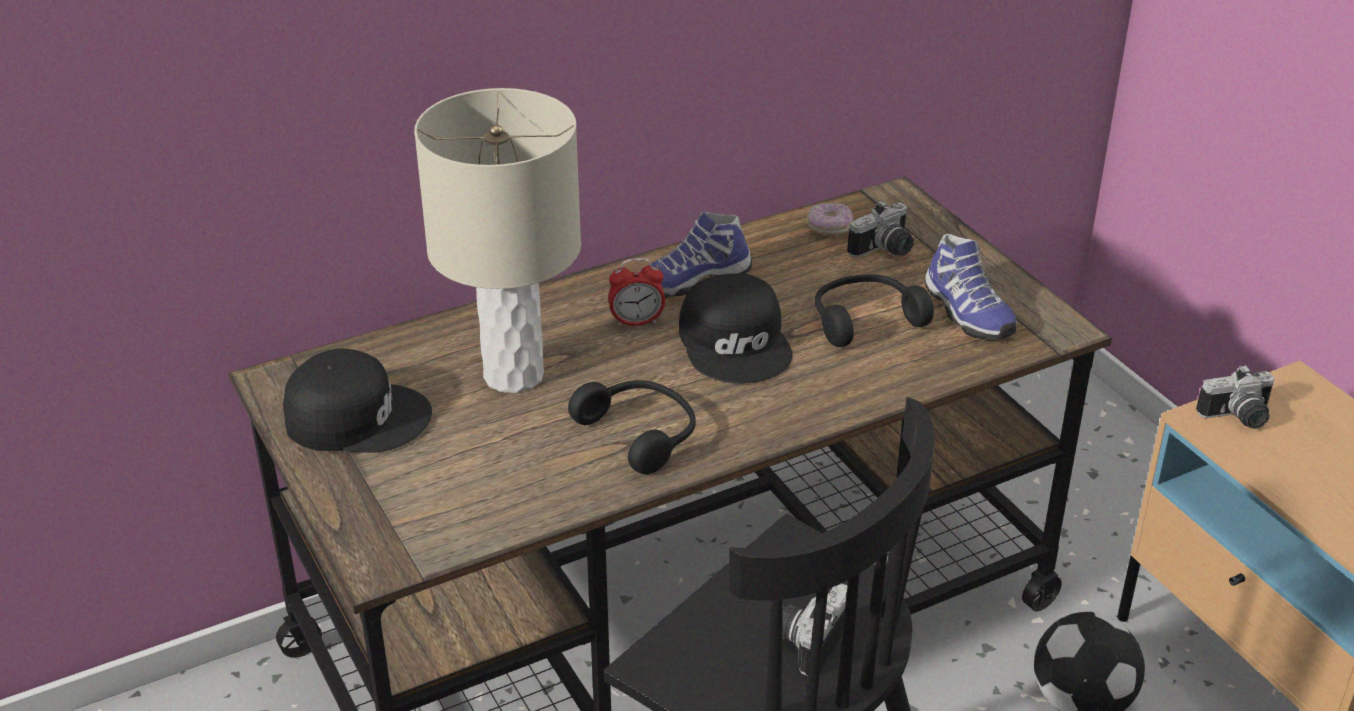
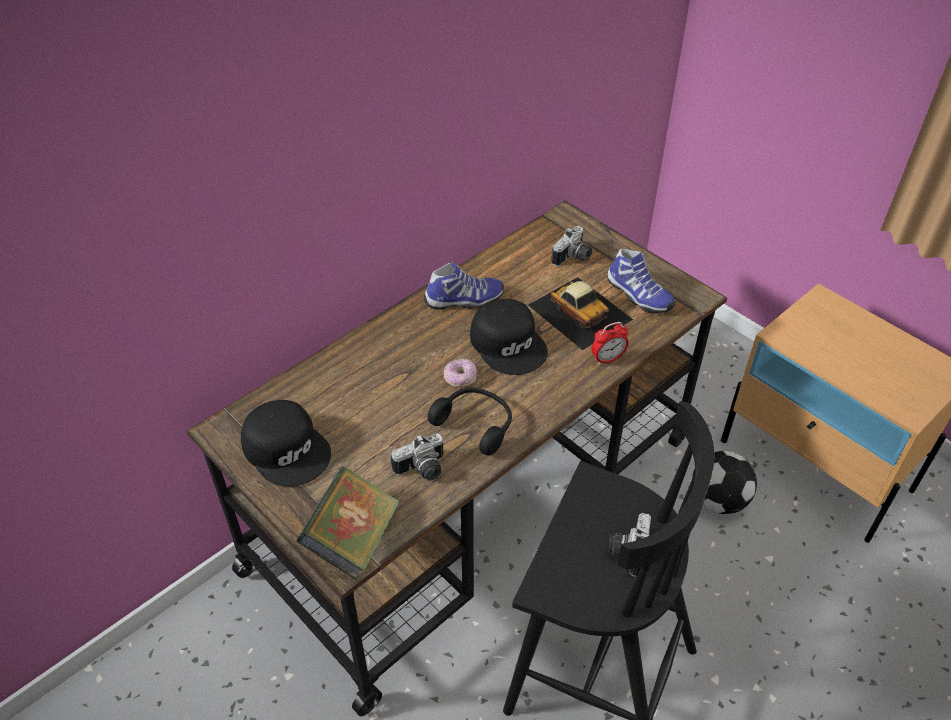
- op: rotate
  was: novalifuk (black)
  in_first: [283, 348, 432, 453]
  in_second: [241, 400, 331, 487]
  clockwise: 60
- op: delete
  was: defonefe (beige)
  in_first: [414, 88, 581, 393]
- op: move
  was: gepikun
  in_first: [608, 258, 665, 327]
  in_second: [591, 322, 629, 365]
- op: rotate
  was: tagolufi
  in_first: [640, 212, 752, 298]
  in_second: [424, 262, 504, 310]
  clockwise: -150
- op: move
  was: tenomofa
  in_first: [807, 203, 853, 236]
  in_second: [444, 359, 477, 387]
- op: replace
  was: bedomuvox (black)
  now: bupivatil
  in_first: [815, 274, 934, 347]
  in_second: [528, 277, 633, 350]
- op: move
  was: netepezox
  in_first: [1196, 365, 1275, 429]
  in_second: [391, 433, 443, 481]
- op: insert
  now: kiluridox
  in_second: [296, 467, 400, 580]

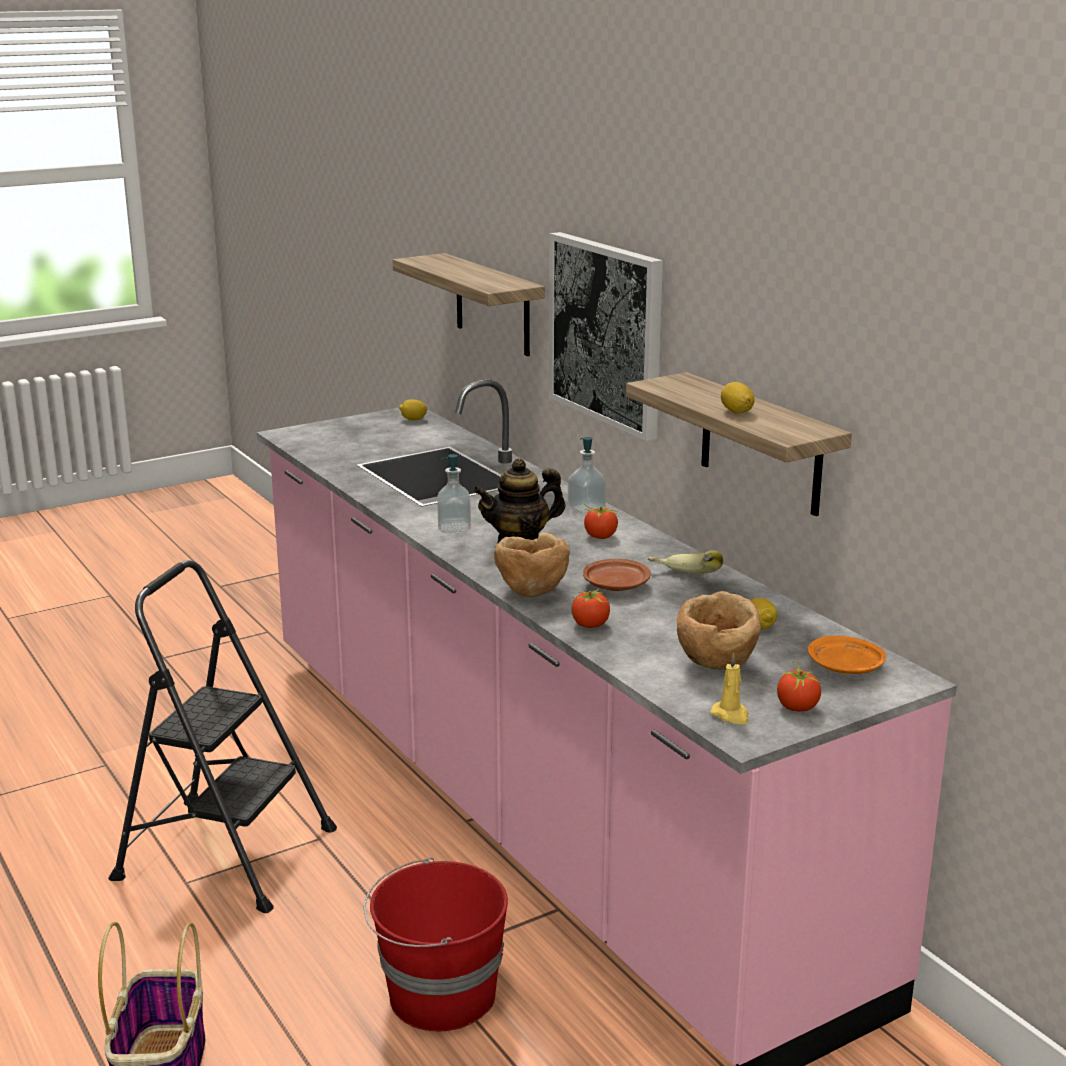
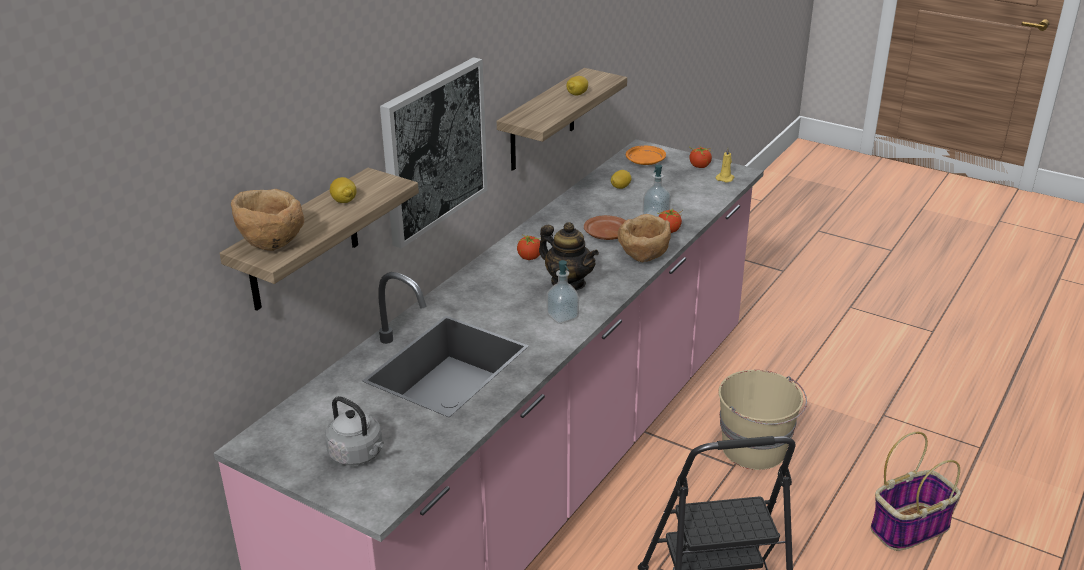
- op: recolor
  was: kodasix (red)
  now: kodasix (beige)
  in_first: [364, 857, 508, 1031]
  in_second: [719, 370, 807, 470]
- op: move
  was: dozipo
  in_first: [399, 399, 427, 420]
  in_second: [330, 177, 356, 203]
- op: move
  was: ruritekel
  in_first: [568, 437, 606, 513]
  in_second: [642, 165, 671, 217]
- op: delete
  was: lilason
  in_first: [648, 550, 723, 574]
- op: move
  was: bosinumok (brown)
  in_first: [677, 591, 761, 670]
  in_second: [231, 189, 304, 251]
- op: insert
  now: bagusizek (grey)
  in_second: [325, 396, 384, 466]

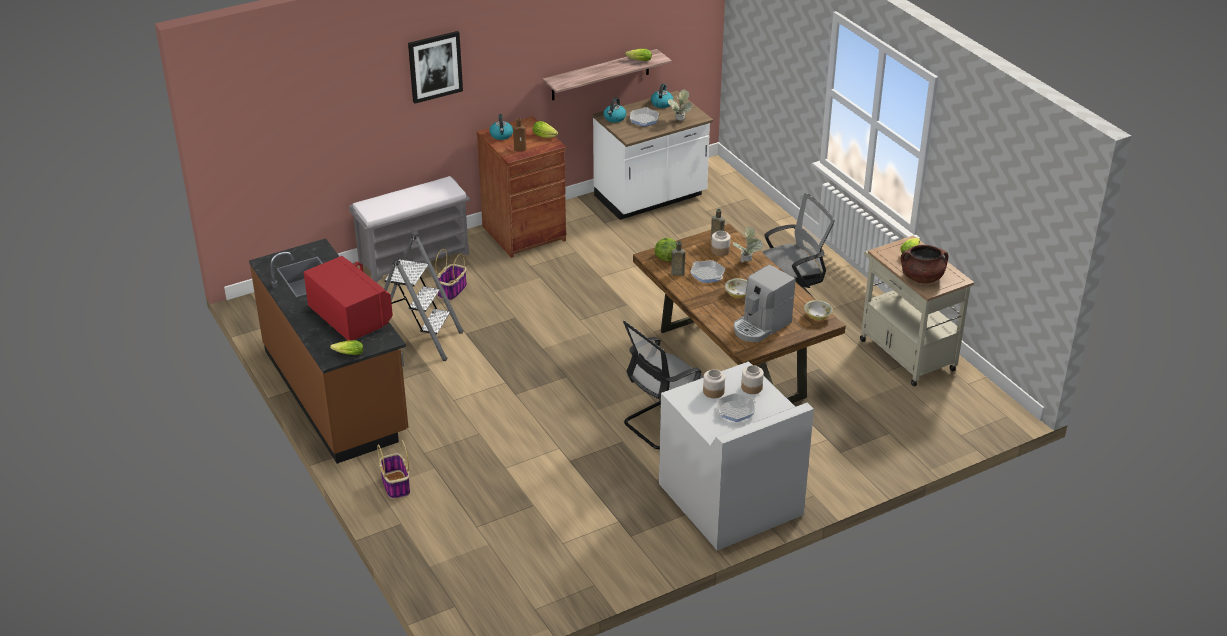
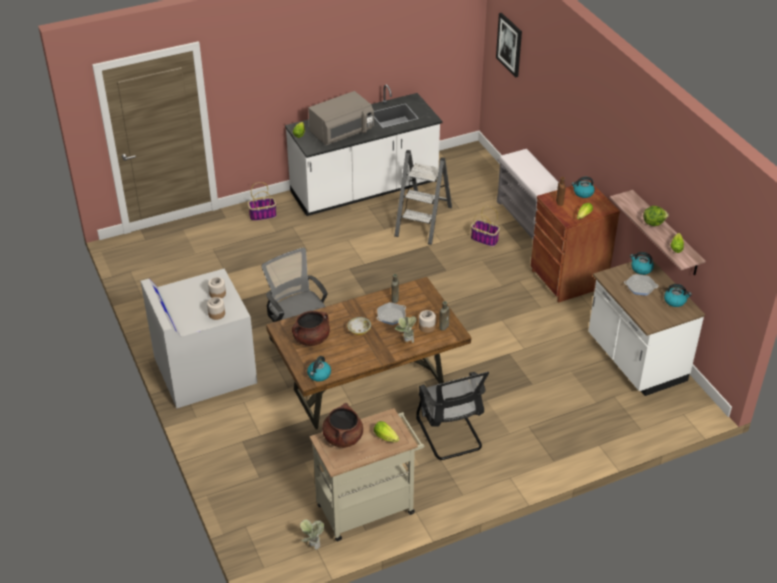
- op: recolor
  was: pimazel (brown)
  now: pimazel (white)
  in_first: [249, 238, 408, 464]
  in_second: [285, 84, 442, 216]
- op: recolor
  was: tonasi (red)
  now: tonasi (grey)
  in_first: [303, 256, 393, 341]
  in_second: [308, 91, 374, 145]
- op: move
  was: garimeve
  in_first: [408, 31, 463, 104]
  in_second: [496, 13, 522, 77]
- op: move
  was: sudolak
  in_first: [655, 238, 676, 261]
  in_second: [643, 206, 669, 226]
- op: move
  was: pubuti
  in_first: [668, 90, 692, 121]
  in_second: [300, 519, 325, 550]
- op: delete
  was: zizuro
  in_first: [716, 393, 756, 422]
- op: replace
  was: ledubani
  now: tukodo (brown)
  in_first: [734, 264, 795, 342]
  in_second: [292, 311, 330, 346]
- op: replace
  was: bosinumok
  now: bagusizek
  in_first: [804, 300, 833, 320]
  in_second: [307, 356, 331, 382]

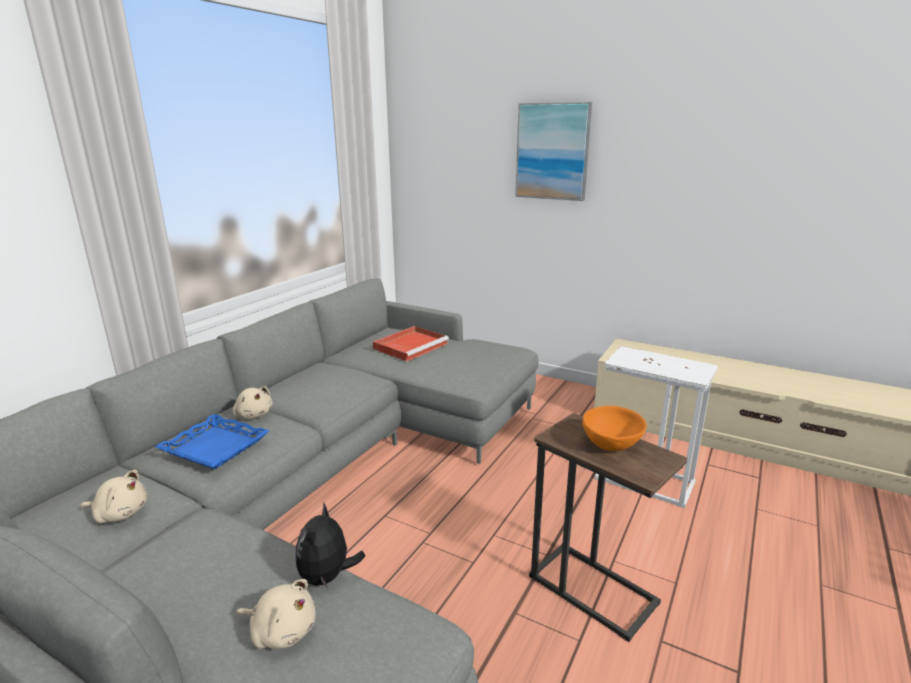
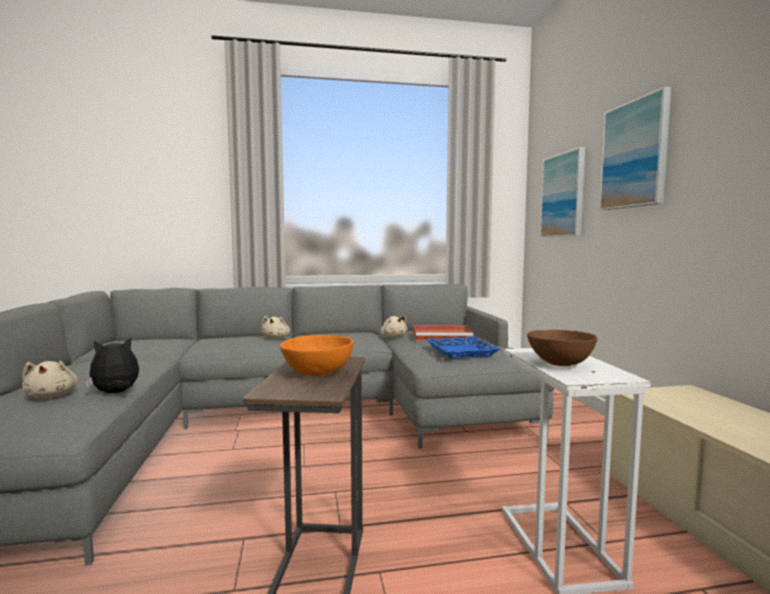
- op: move
  was: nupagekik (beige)
  in_first: [80, 470, 147, 523]
  in_second: [381, 315, 407, 338]
- op: move
  was: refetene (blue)
  in_first: [155, 414, 270, 469]
  in_second: [426, 336, 500, 358]
- op: insert
  now: bosinumok (brown)
  in_second: [527, 330, 598, 366]
- op: insert
  now: garimeve
  in_second: [540, 147, 585, 237]

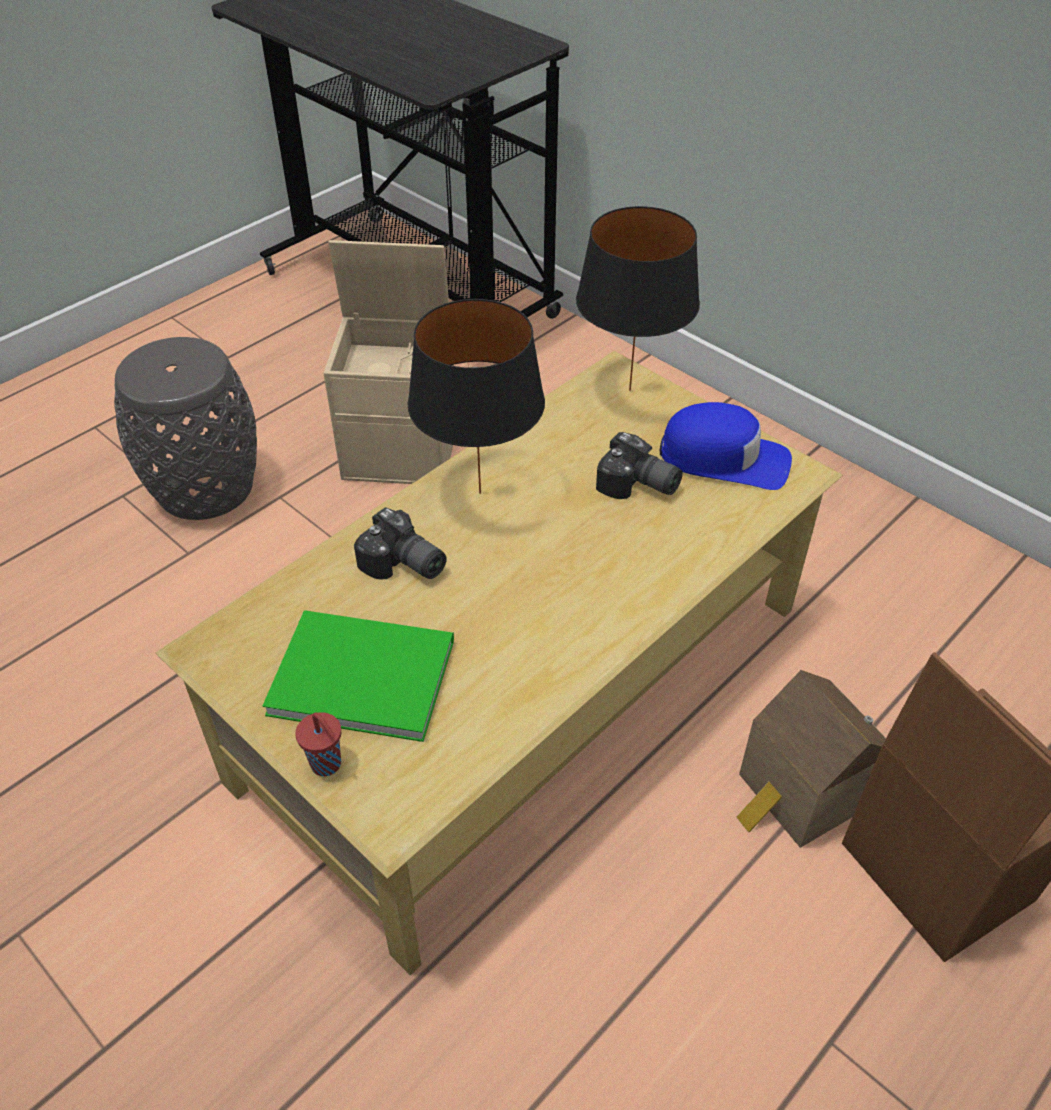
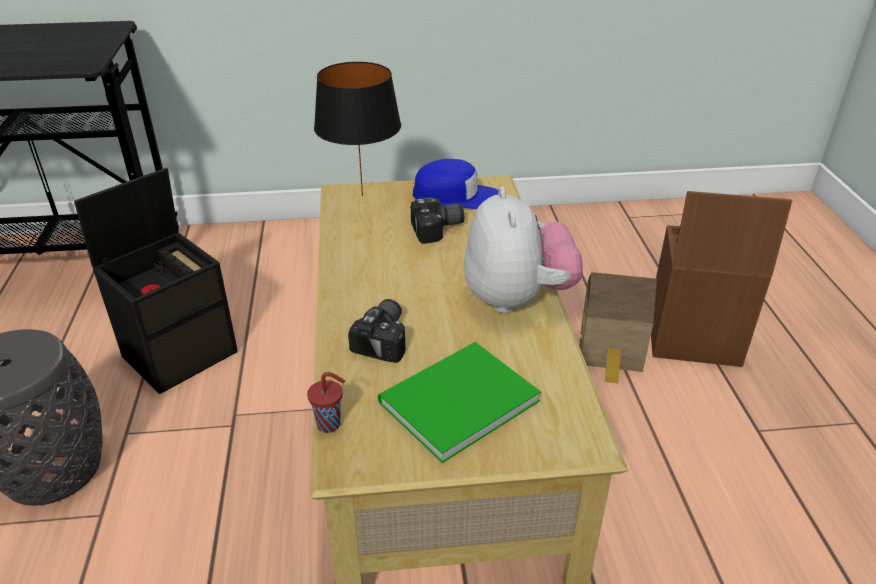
- op: move
  was: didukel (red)
  in_first: [295, 712, 341, 776]
  in_second: [307, 372, 345, 433]
- op: recolor
  was: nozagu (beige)
  now: nozagu (black)
  in_first: [324, 240, 453, 484]
  in_second: [74, 168, 238, 394]
- op: rotate
  was: netepezox
  in_first: [354, 507, 447, 579]
  in_second: [348, 299, 406, 363]
  clockwise: -60
- op: delete
  was: defonefe (black)
  in_first: [407, 299, 545, 494]
- op: rotate
  was: novalifuk (blue)
  in_first: [660, 402, 792, 490]
  in_second: [413, 159, 498, 209]
  clockwise: 45
- op: insert
  now: nupagekik
  in_second: [464, 186, 583, 313]

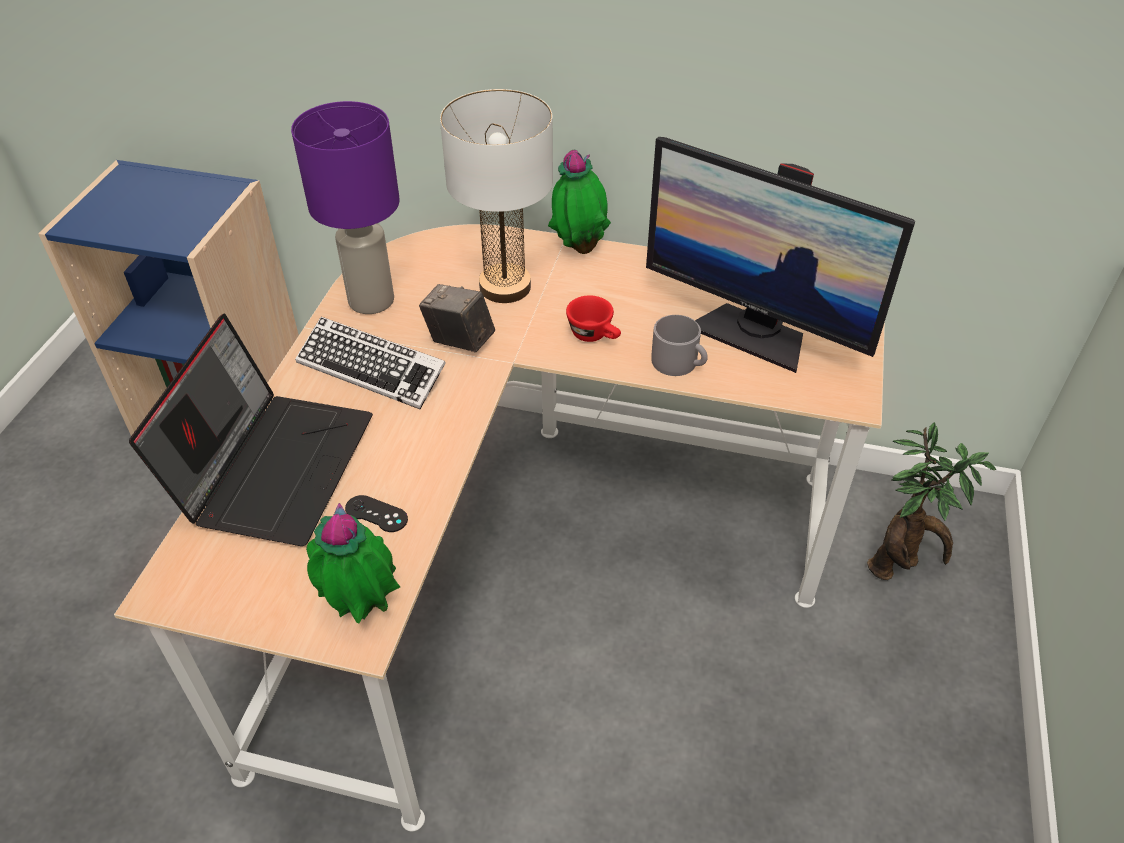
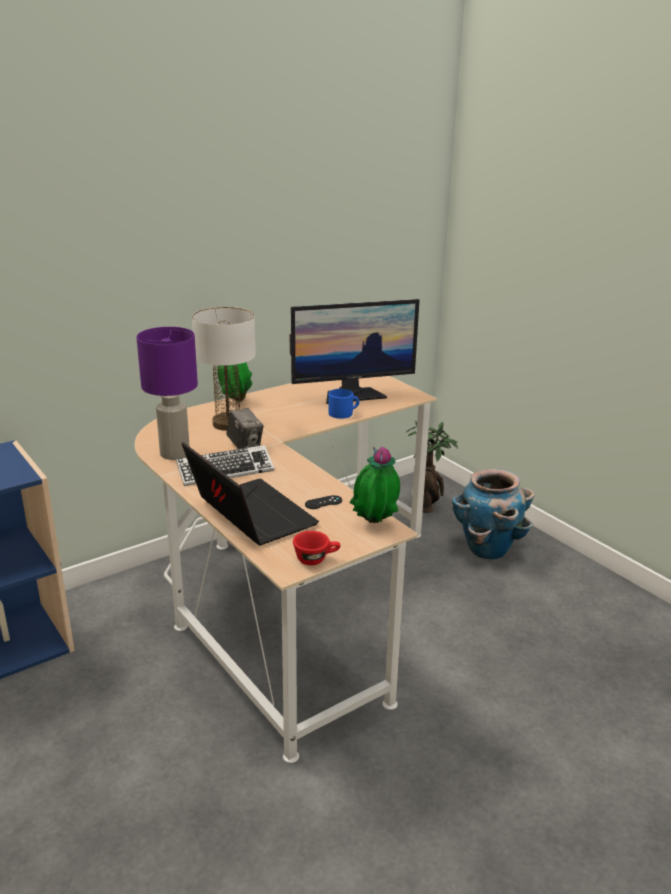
- op: rotate
  was: netepezox
  in_first: [419, 284, 495, 352]
  in_second: [226, 408, 264, 449]
  clockwise: -105
- op: move
  was: didukel (red)
  in_first: [566, 295, 621, 342]
  in_second: [293, 531, 340, 565]
- op: recolor
  was: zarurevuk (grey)
  now: zarurevuk (blue)
  in_first: [651, 315, 708, 376]
  in_second: [328, 389, 359, 419]
- op: insert
  now: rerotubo
  in_second: [452, 469, 534, 560]

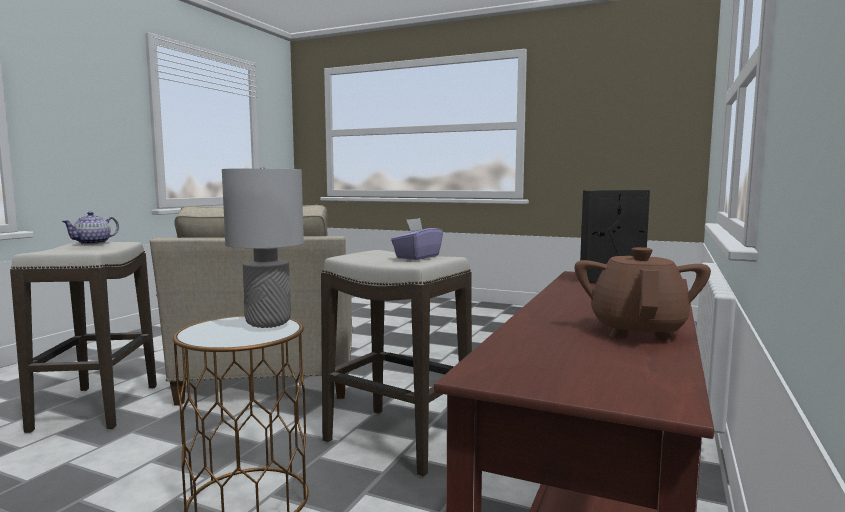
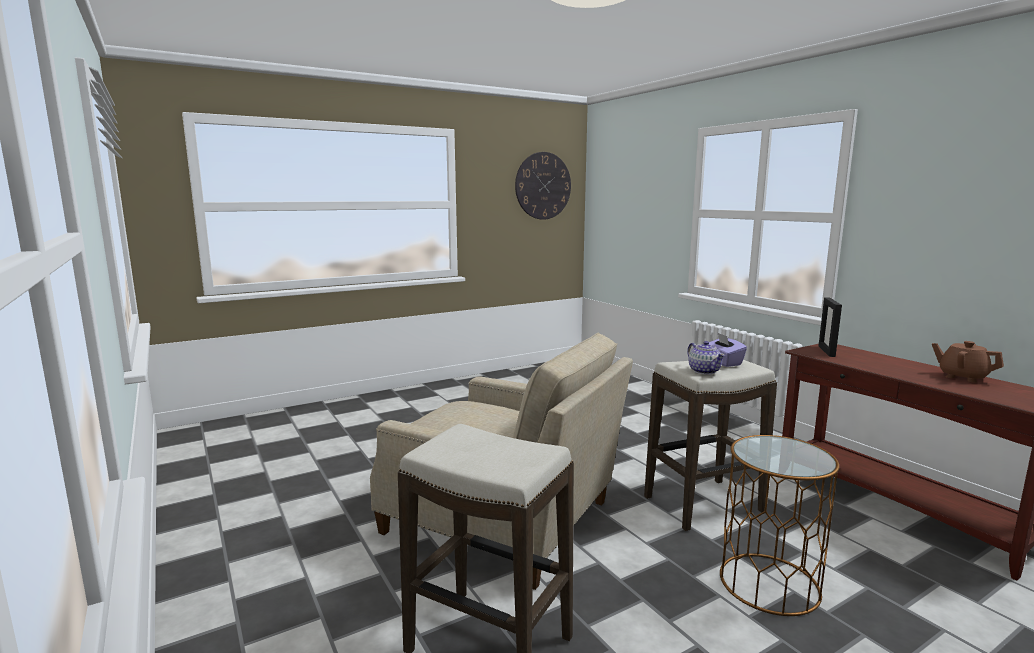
- op: move
  was: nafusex
  in_first: [61, 212, 119, 245]
  in_second: [687, 341, 725, 375]
- op: delete
  was: defonefe (grey)
  in_first: [222, 167, 304, 328]
- op: insert
  now: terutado
  in_second: [515, 152, 571, 220]

